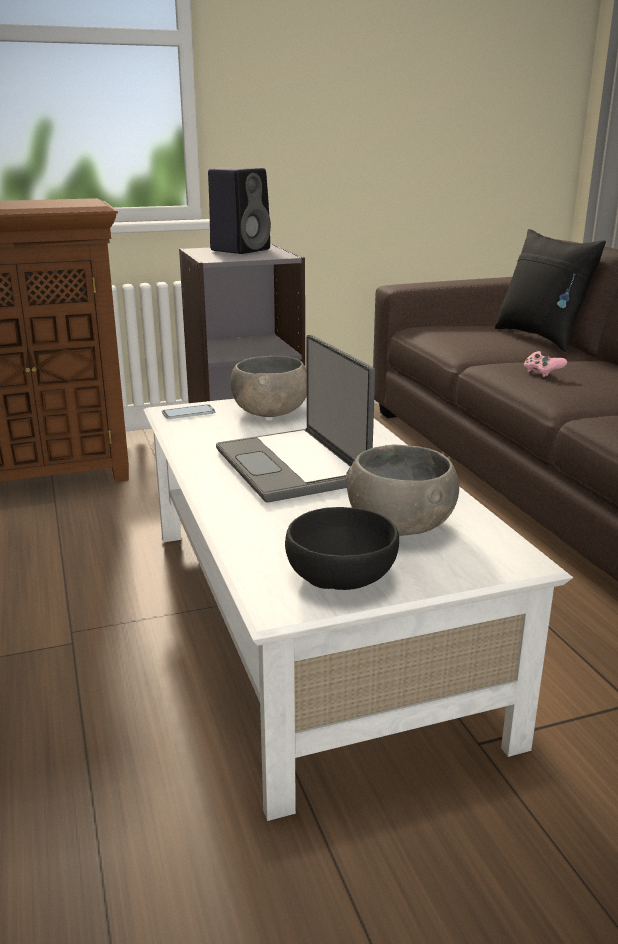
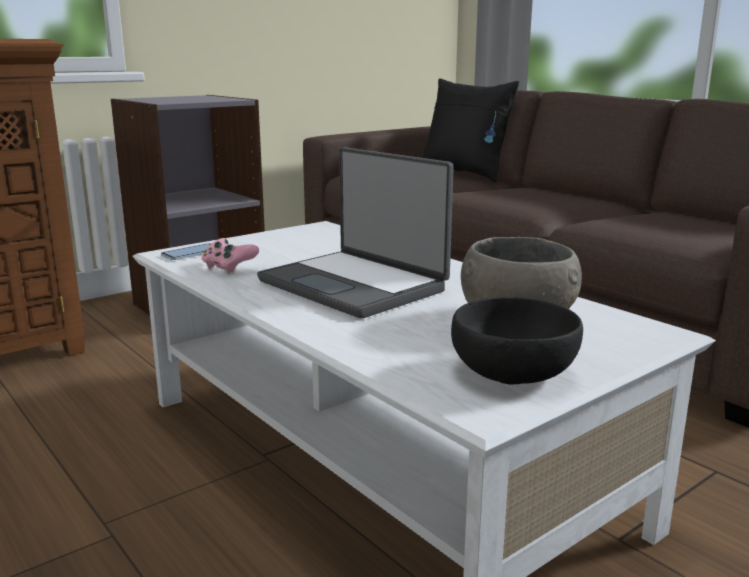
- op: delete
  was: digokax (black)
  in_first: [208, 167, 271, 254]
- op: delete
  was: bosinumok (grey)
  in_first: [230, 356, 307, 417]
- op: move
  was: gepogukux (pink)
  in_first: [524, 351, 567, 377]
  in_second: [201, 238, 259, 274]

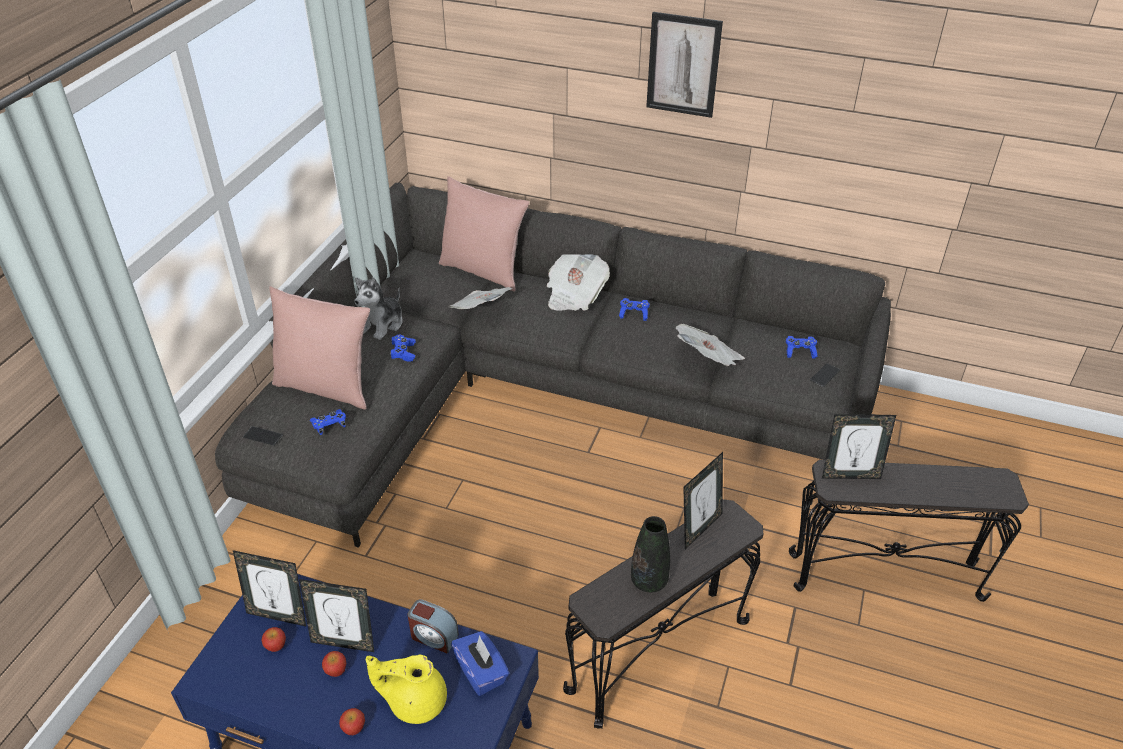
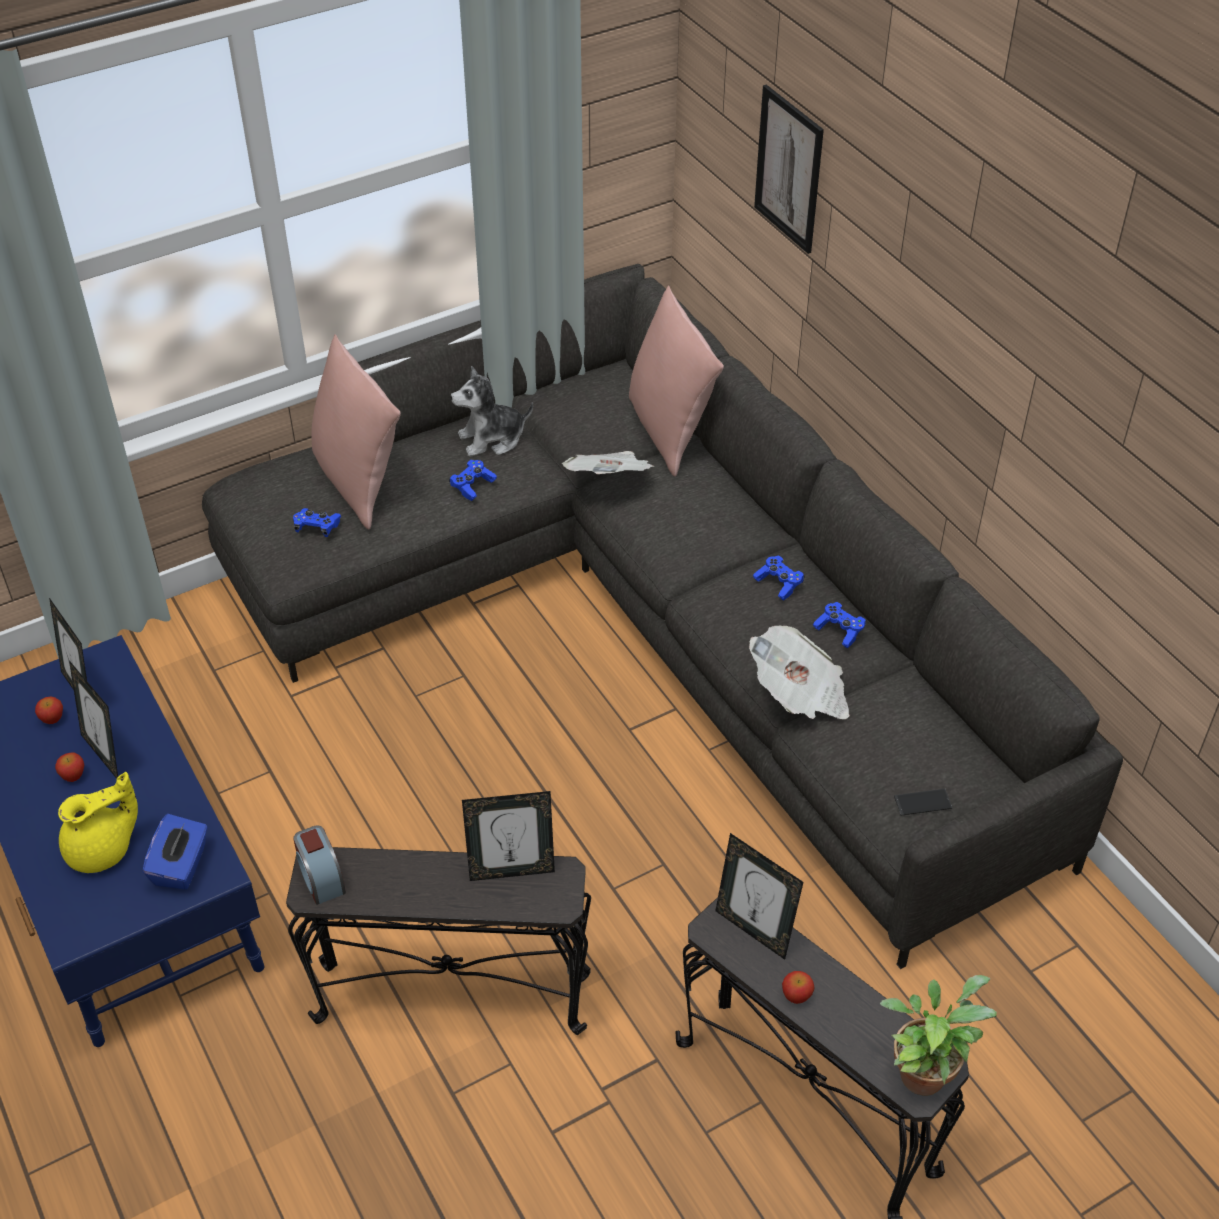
- op: delete
  was: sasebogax
  in_first: [243, 426, 283, 446]
- op: move
  was: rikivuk
  in_first: [339, 708, 365, 735]
  in_second: [782, 971, 815, 1004]
- op: rotate
  was: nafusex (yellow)
  in_first: [366, 655, 447, 724]
  in_second: [58, 772, 138, 873]
  clockwise: 105
- op: move
  was: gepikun
  in_first: [407, 599, 459, 654]
  in_second: [293, 825, 346, 905]
- op: delete
  was: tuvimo
  in_first: [546, 254, 610, 311]
- op: delete
  was: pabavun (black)
  in_first: [631, 516, 670, 593]
- op: move
  was: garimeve
  in_first: [646, 12, 723, 118]
  in_second: [754, 84, 824, 254]
- op: move
  was: gepogukux (blue)
  in_first: [786, 336, 818, 359]
  in_second: [813, 602, 866, 648]
- op: insert
  now: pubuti
  in_second: [880, 975, 997, 1096]

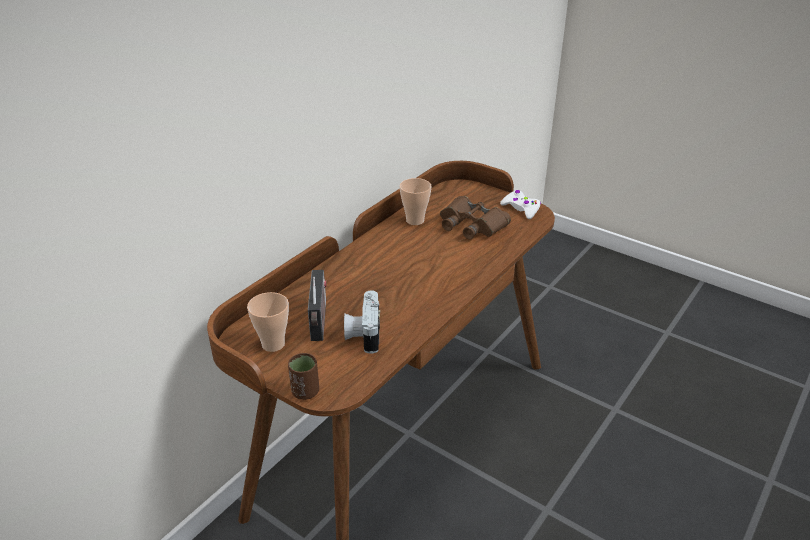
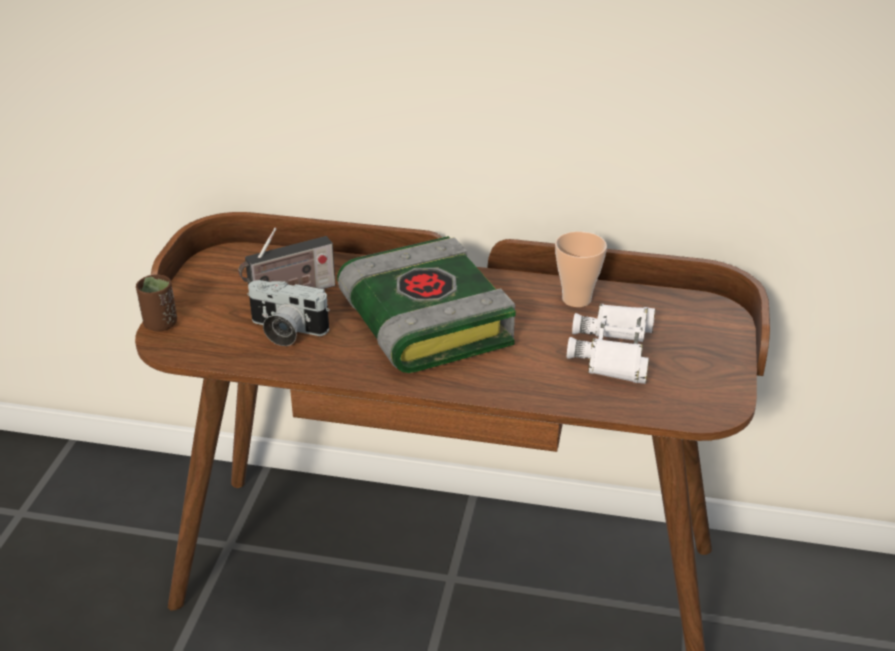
- op: delete
  was: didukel
  in_first: [247, 292, 289, 352]
- op: rotate
  was: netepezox
  in_first: [344, 290, 380, 354]
  in_second: [247, 280, 330, 346]
  clockwise: -135
- op: recolor
  was: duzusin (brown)
  now: duzusin (white)
  in_first: [440, 196, 511, 239]
  in_second: [567, 304, 655, 384]
- op: delete
  was: gepogukux (white)
  in_first: [500, 190, 541, 219]
- op: insert
  now: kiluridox
  in_second: [337, 236, 516, 373]

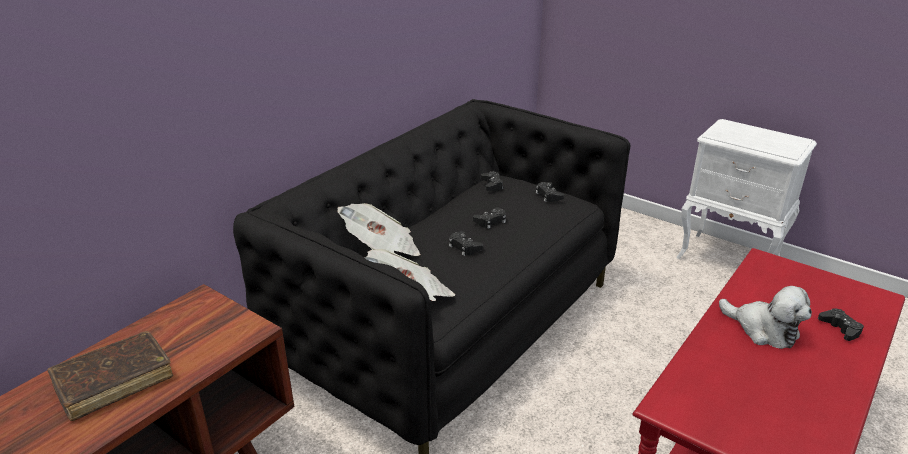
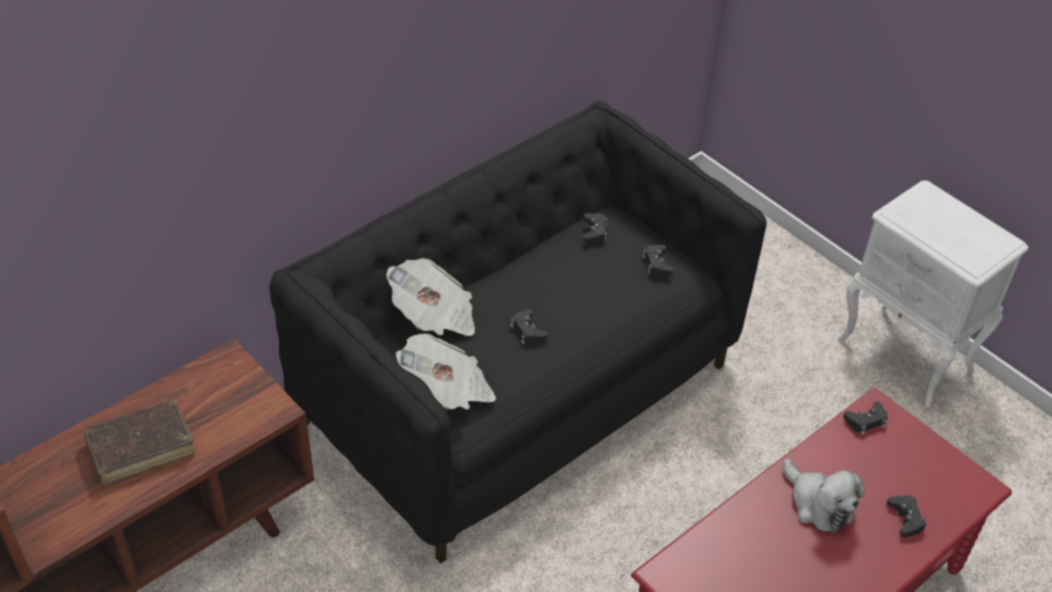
- op: move
  was: gepogukux (black)
  in_first: [473, 207, 506, 229]
  in_second: [843, 402, 888, 435]

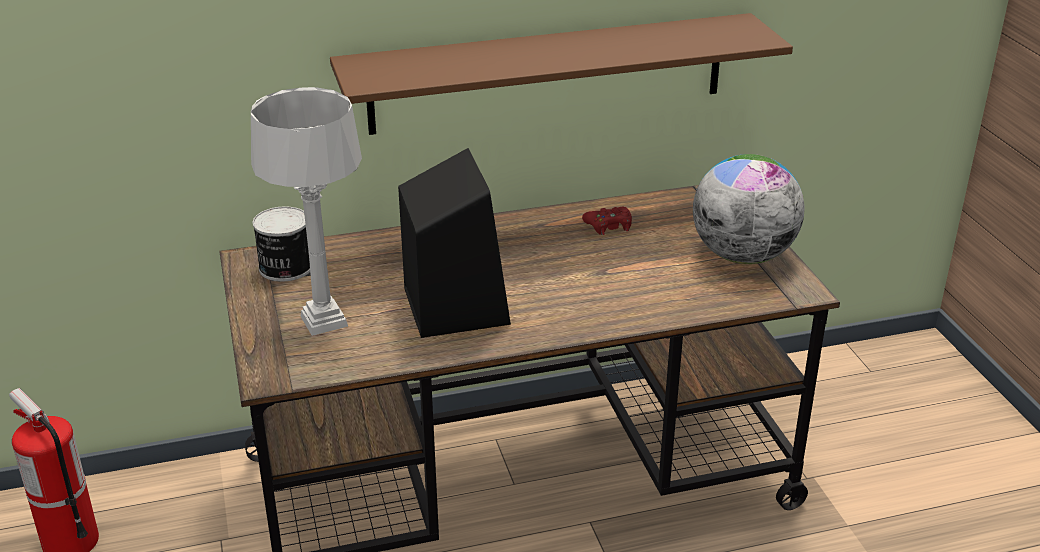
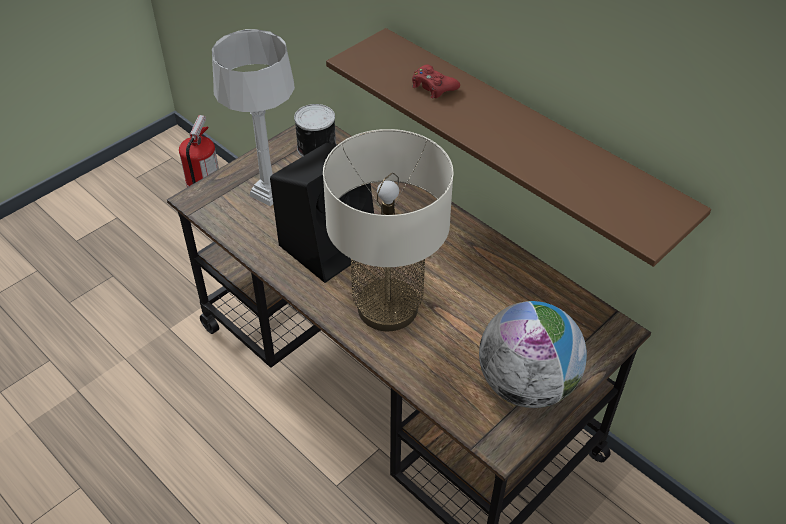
- op: move
  was: gepogukux (red)
  in_first: [582, 207, 632, 235]
  in_second: [412, 65, 460, 99]
- op: insert
  now: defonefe
  in_second: [323, 129, 454, 331]

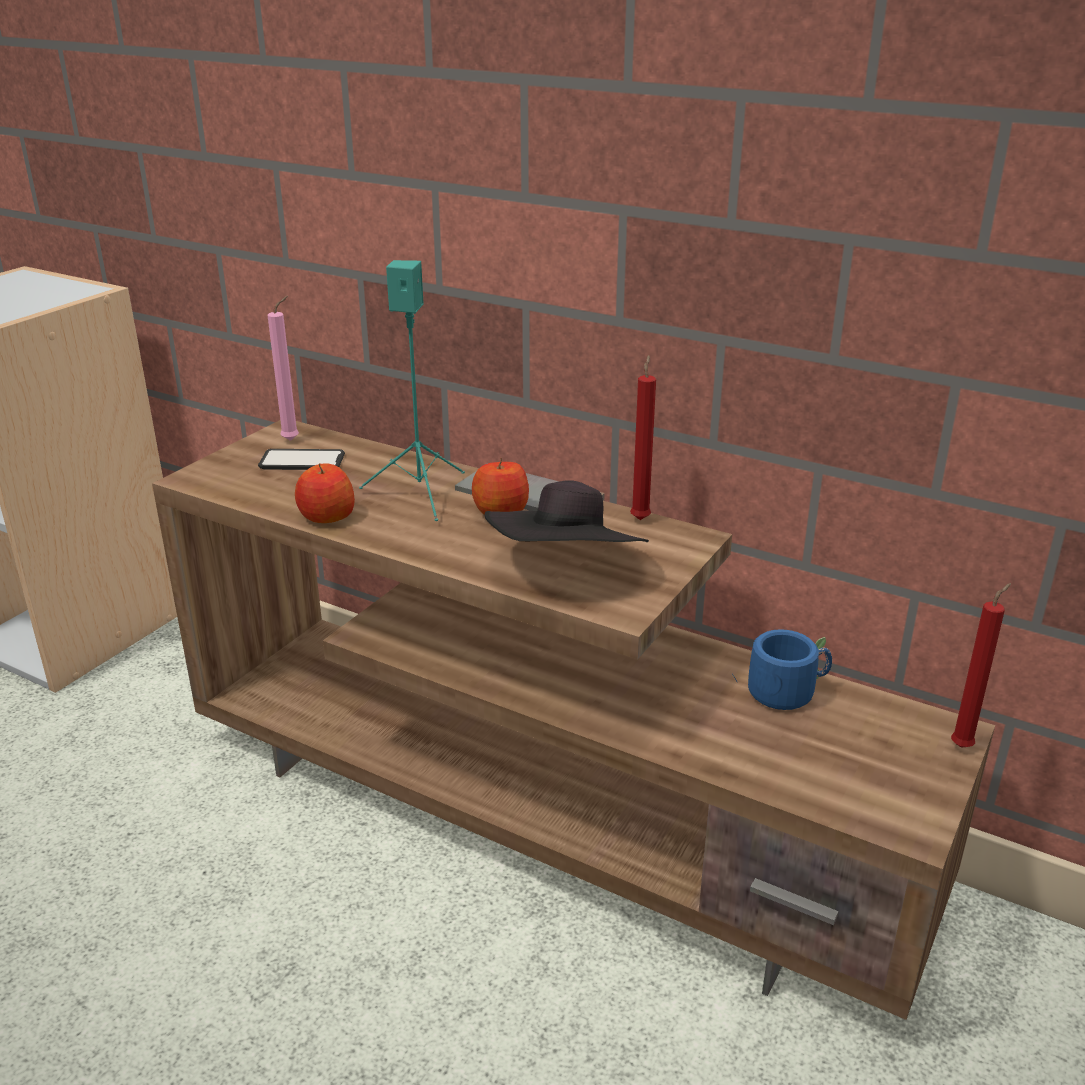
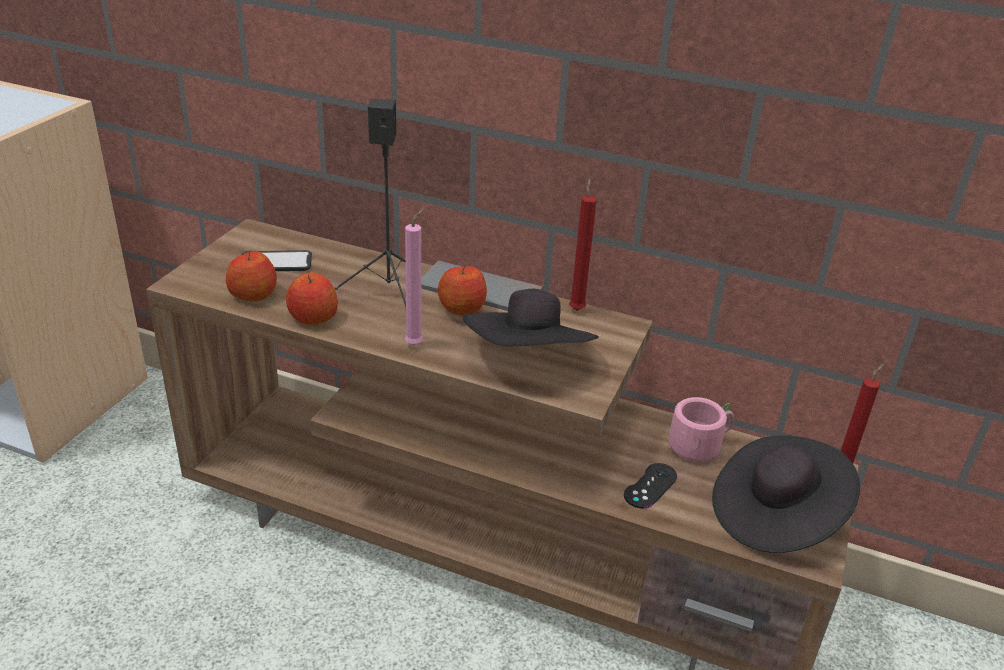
- op: move
  was: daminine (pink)
  in_first: [268, 296, 299, 441]
  in_second: [405, 207, 425, 345]
- op: recolor
  was: digokax (turquoise)
  now: digokax (black)
  in_first: [359, 260, 465, 521]
  in_second: [335, 99, 422, 307]
- op: recolor
  was: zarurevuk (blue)
  now: zarurevuk (pink)
  in_first: [732, 629, 832, 710]
  in_second: [653, 397, 734, 462]
- op: insert
  now: rikivuk
  in_second: [226, 251, 277, 301]
- op: insert
  now: gepogukux (black)
  in_second: [624, 463, 677, 508]
- op: insert
  now: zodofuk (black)
  in_second: [712, 436, 860, 553]

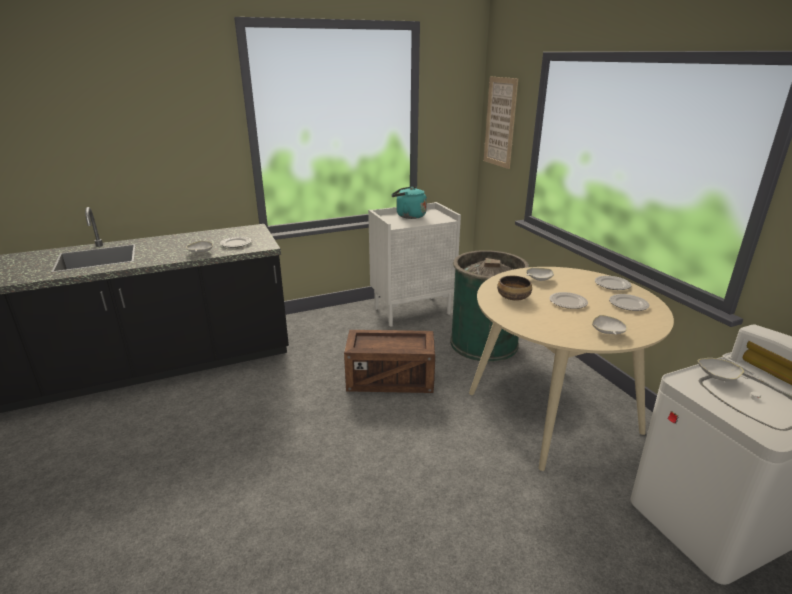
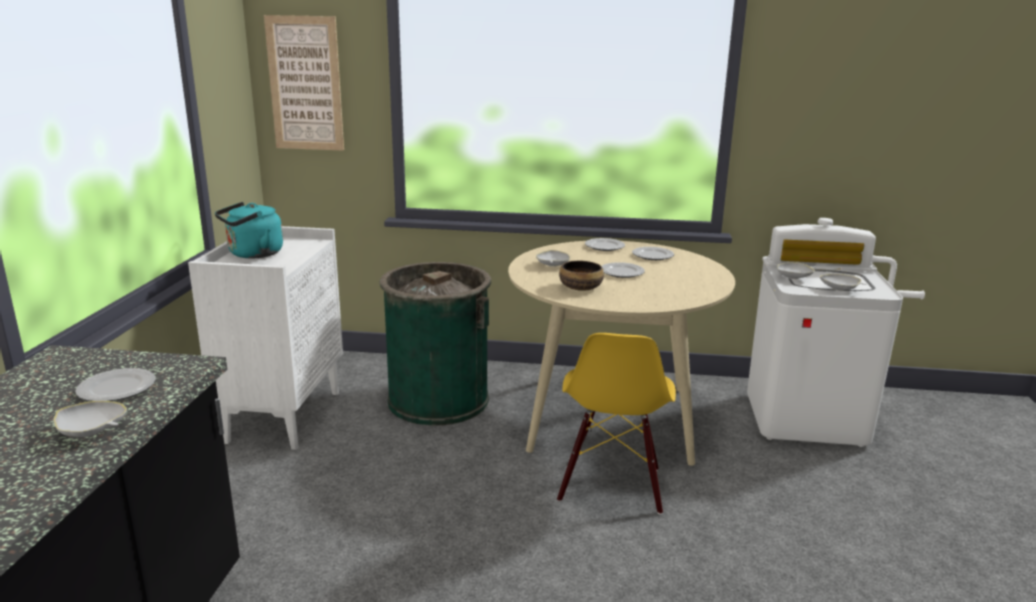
- op: delete
  was: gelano
  in_first: [344, 330, 435, 393]
- op: move
  was: bosinumok (white)
  in_first: [592, 315, 628, 335]
  in_second: [820, 274, 867, 291]
- op: insert
  now: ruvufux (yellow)
  in_second: [557, 333, 676, 515]

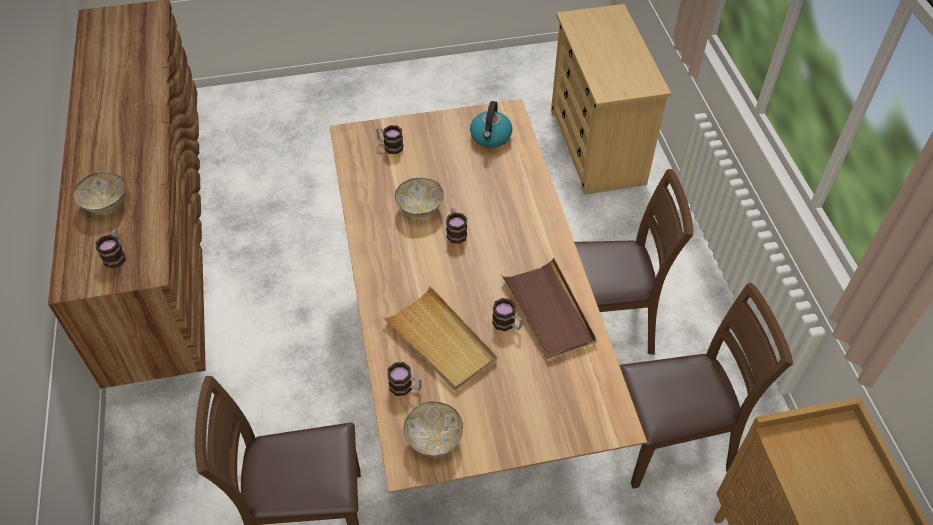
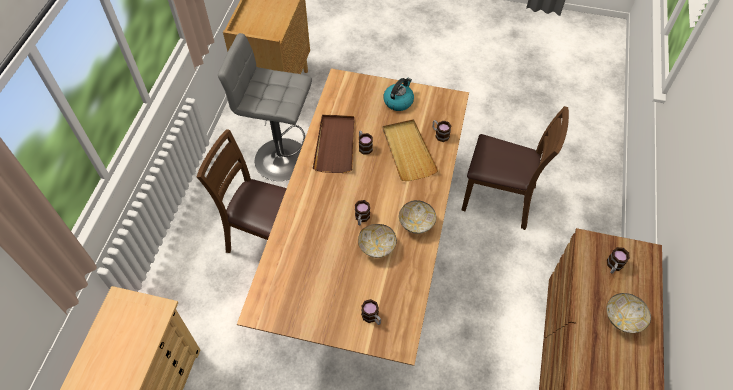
- op: move
  was: bosinumok
  in_first: [404, 402, 463, 456]
  in_second: [399, 200, 436, 234]
- op: move
  was: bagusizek
  in_first: [470, 101, 512, 148]
  in_second: [383, 78, 414, 111]
- op: replace
  was: ruvufux (brown)
  now: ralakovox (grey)
  in_first: [619, 283, 793, 489]
  in_second: [218, 33, 312, 181]

